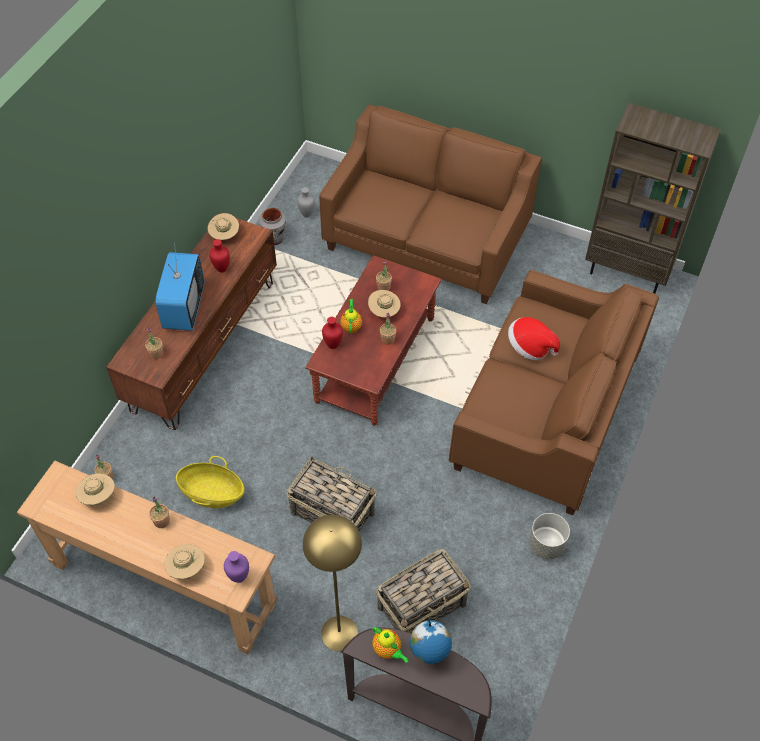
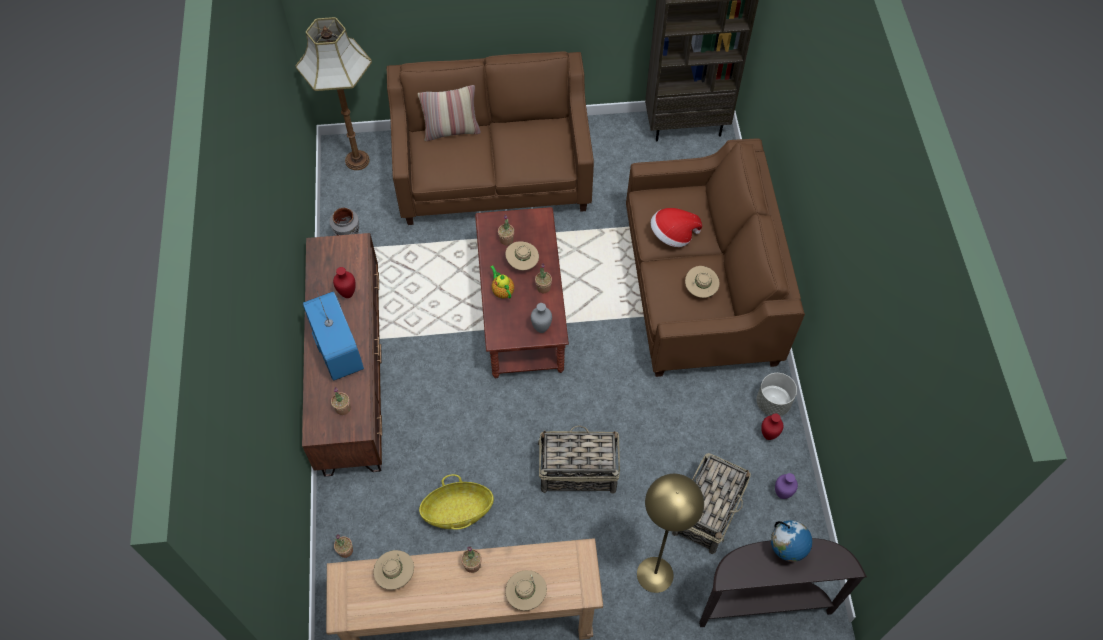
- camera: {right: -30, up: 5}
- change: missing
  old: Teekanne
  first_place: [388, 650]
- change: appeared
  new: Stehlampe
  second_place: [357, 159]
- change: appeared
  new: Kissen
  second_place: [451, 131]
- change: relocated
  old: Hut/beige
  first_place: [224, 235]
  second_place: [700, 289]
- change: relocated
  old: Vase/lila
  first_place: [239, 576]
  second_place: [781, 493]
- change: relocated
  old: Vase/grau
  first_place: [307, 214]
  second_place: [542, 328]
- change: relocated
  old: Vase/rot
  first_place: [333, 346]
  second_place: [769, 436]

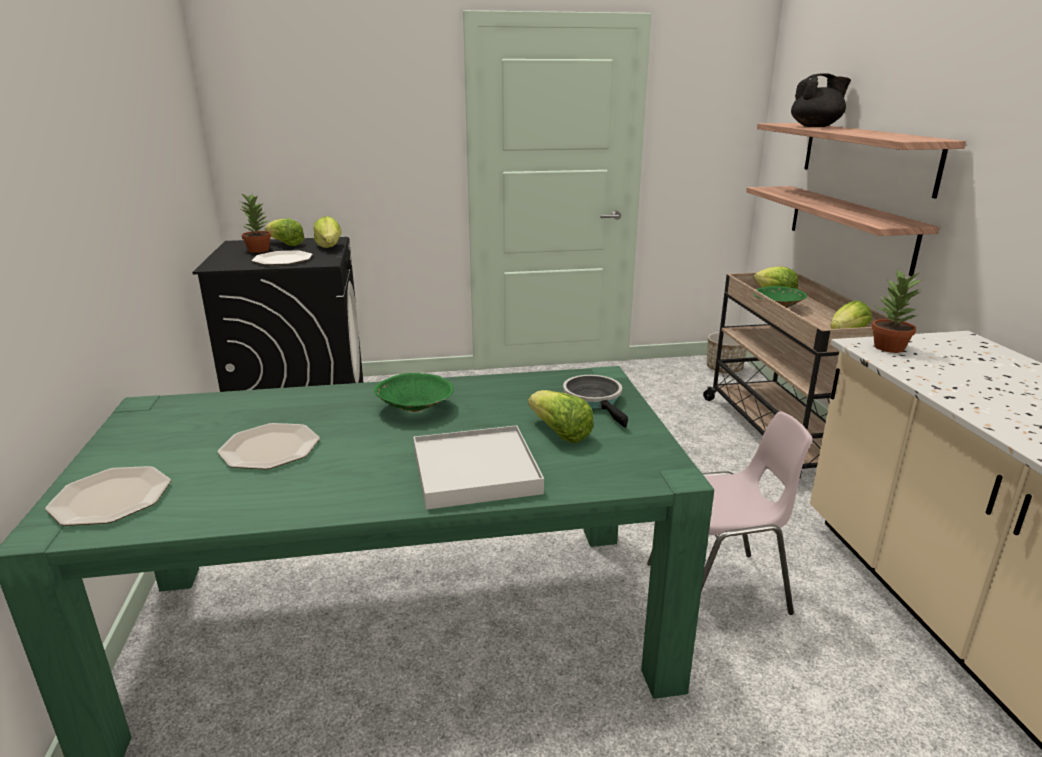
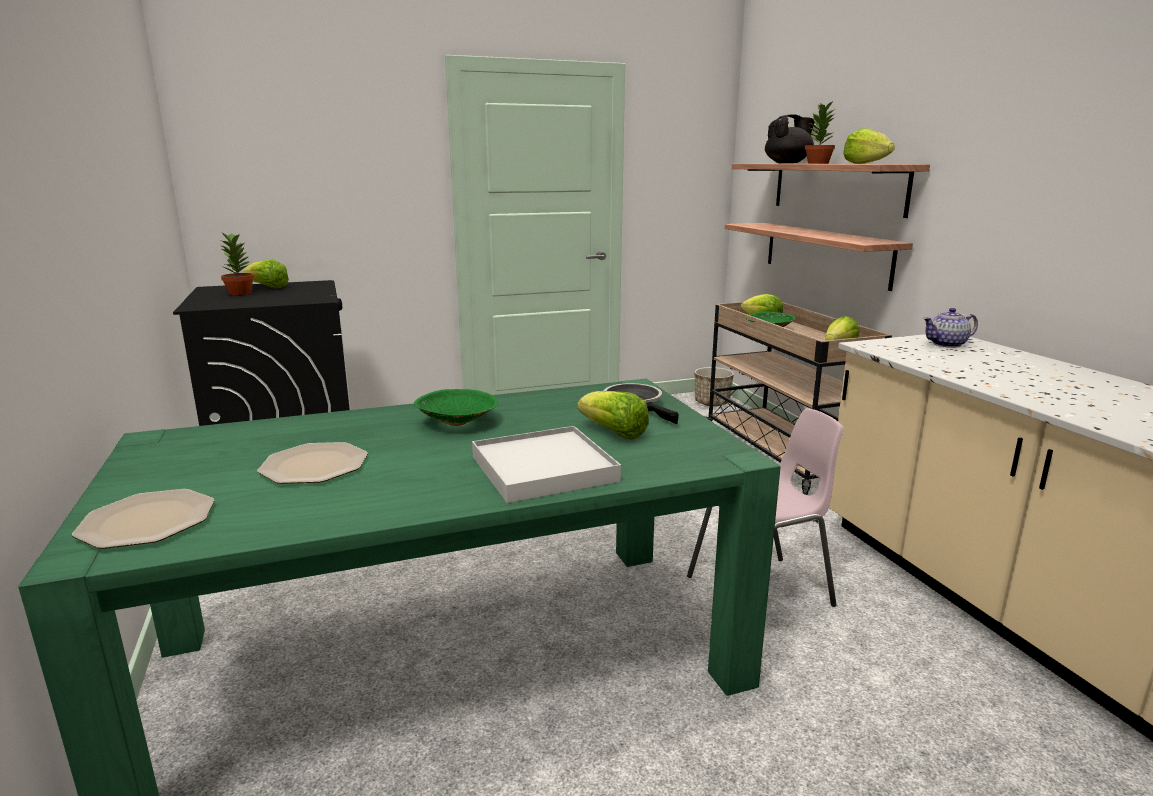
- camera: {right: -10, up: -5}
- change: missing
  old: Teller
  first_place: [282, 260]
- change: appeared
  new: Teekanne
  second_place: [947, 344]
- change: relocated
  old: Salatkopf
  first_place: [329, 247]
  second_place: [865, 163]
- change: relocated
  old: Topfpflanze
  first_place: [889, 348]
  second_place: [818, 163]

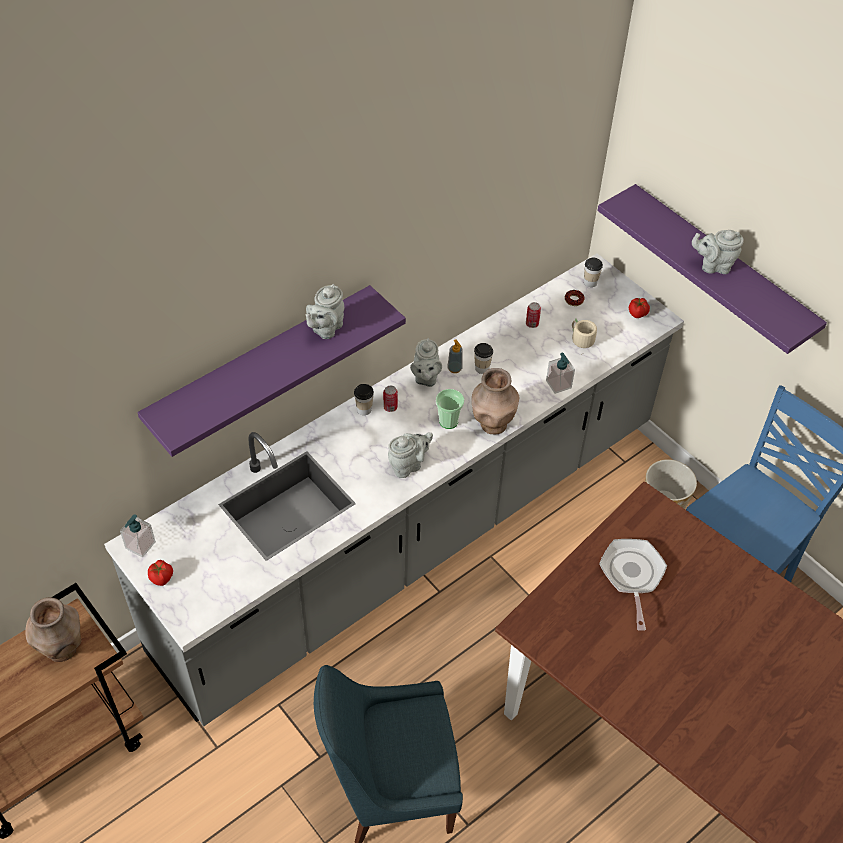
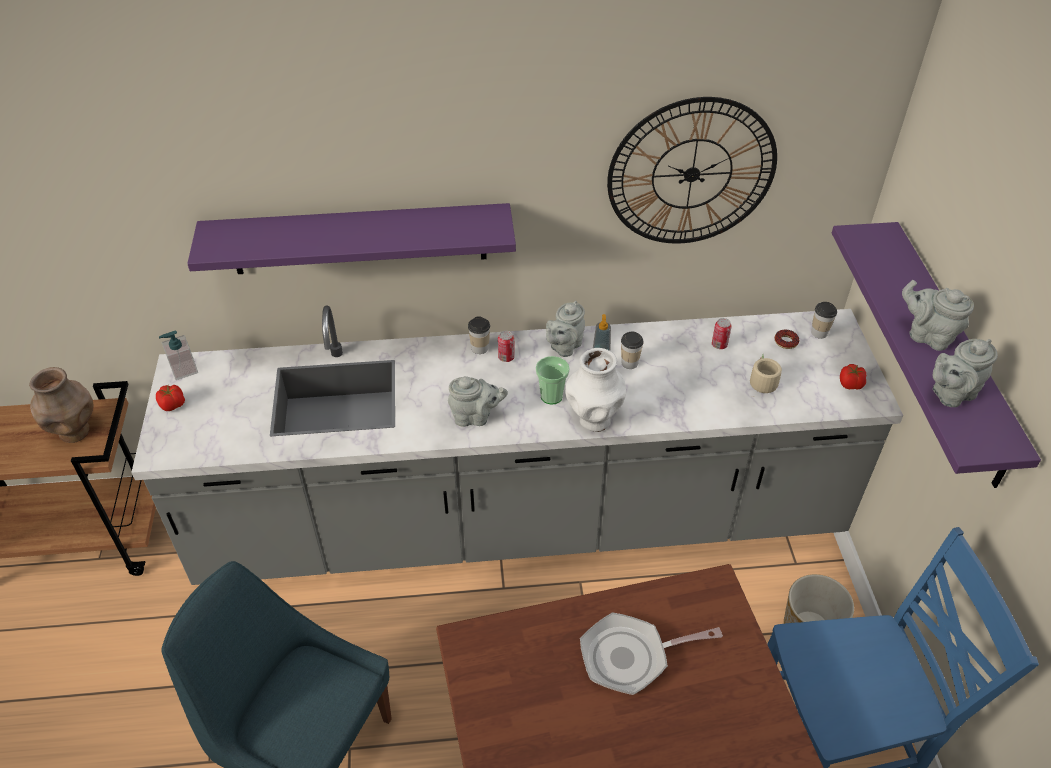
- camera: {right: 35, up: -5}
- change: missing
  old: Seifenspender
  first_place: [558, 384]
- change: appeared
  new: Wanduhr
  second_place: [691, 174]
- change: relocated
  old: Teekanne/grau
  first_place: [325, 329]
  second_place: [950, 394]
- change: colour
  old: Vase/braun
  new: Vase/weiß
  first_place: [492, 424]
  second_place: [594, 419]
- change: spun
  old: Pfanne
  first_place: [632, 576]
  second_place: [631, 657]
  degrees: -135

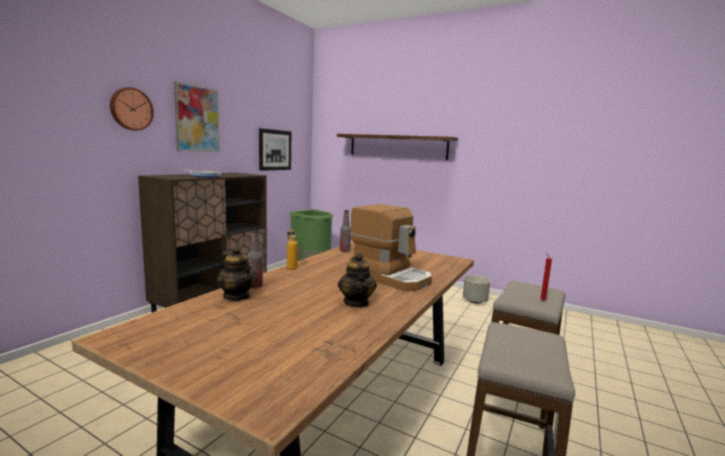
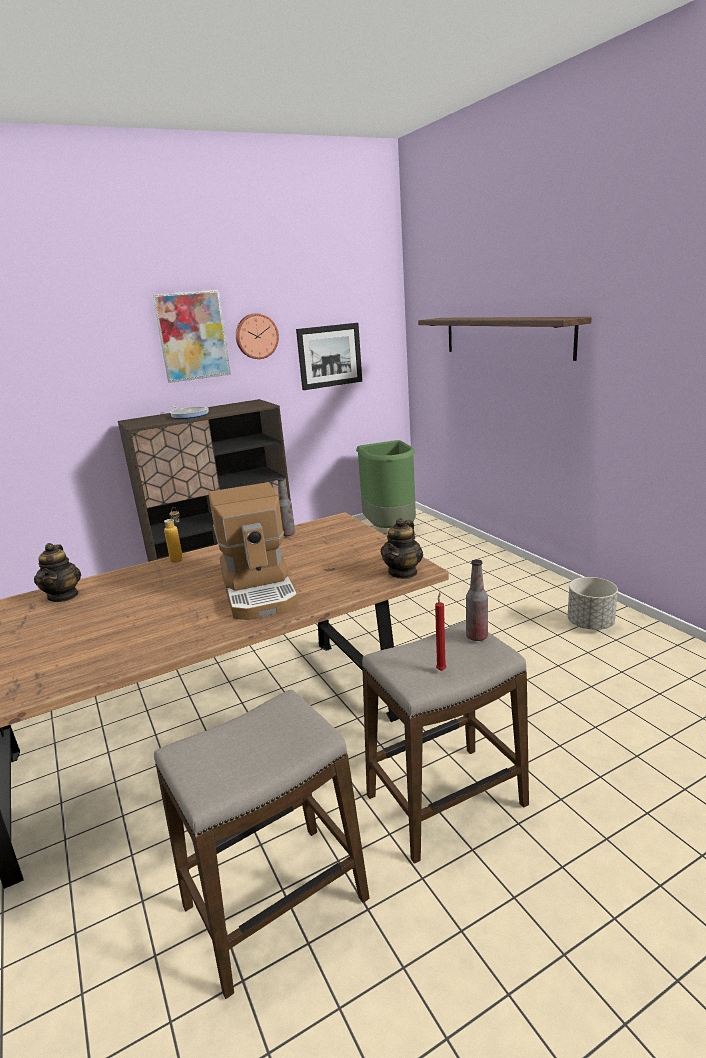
- camera: {right: 35, up: 10}
- change: relocated
  old: Wanduhr
  first_place: [131, 109]
  second_place: [256, 336]
- change: relocated
  old: Flasche
  first_place: [255, 286]
  second_place: [477, 636]
- change: relocated
  old: Teekanne
  first_place: [356, 303]
  second_place: [403, 572]

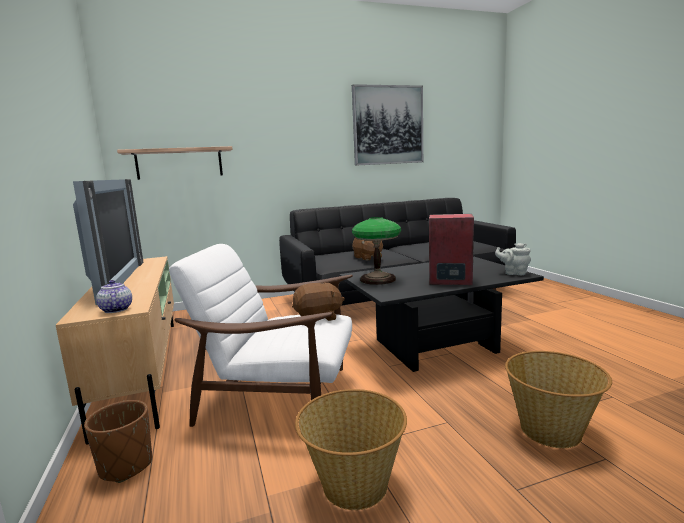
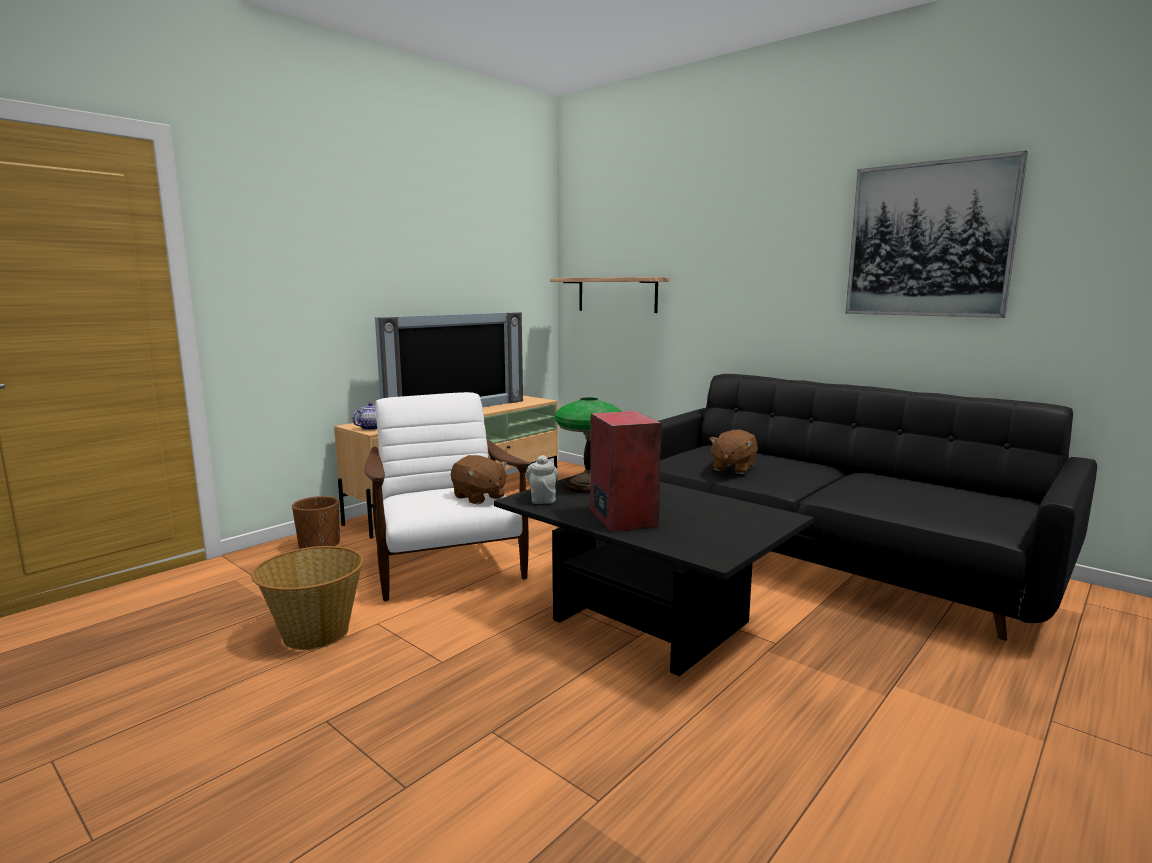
- camera: {right: 60, up: 0}
- change: missing
  old: Korb
  first_place: [552, 430]
- change: relocated
  old: Teekanne/grau
  first_place: [514, 273]
  second_place: [542, 499]

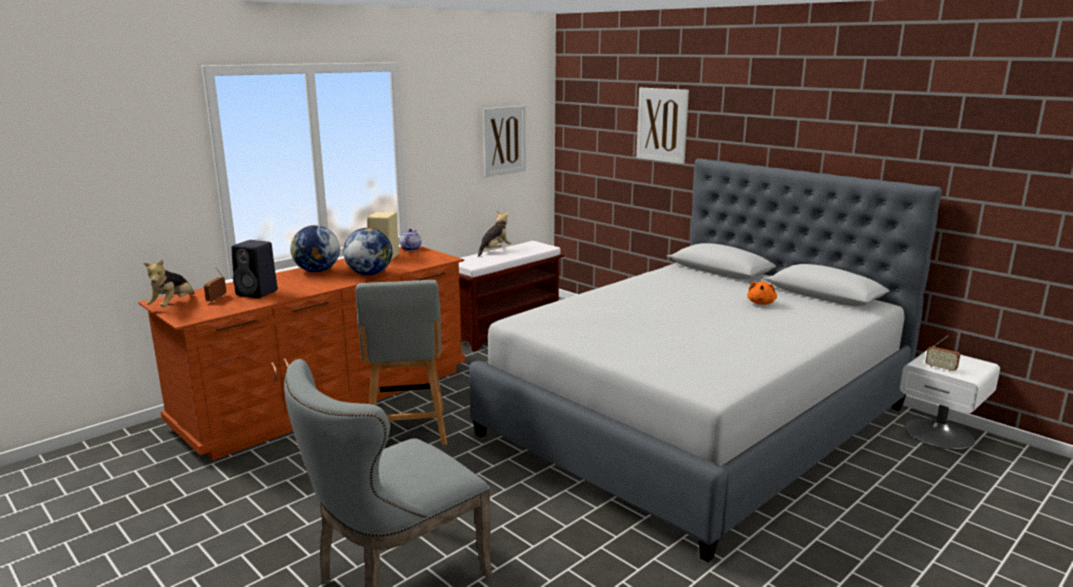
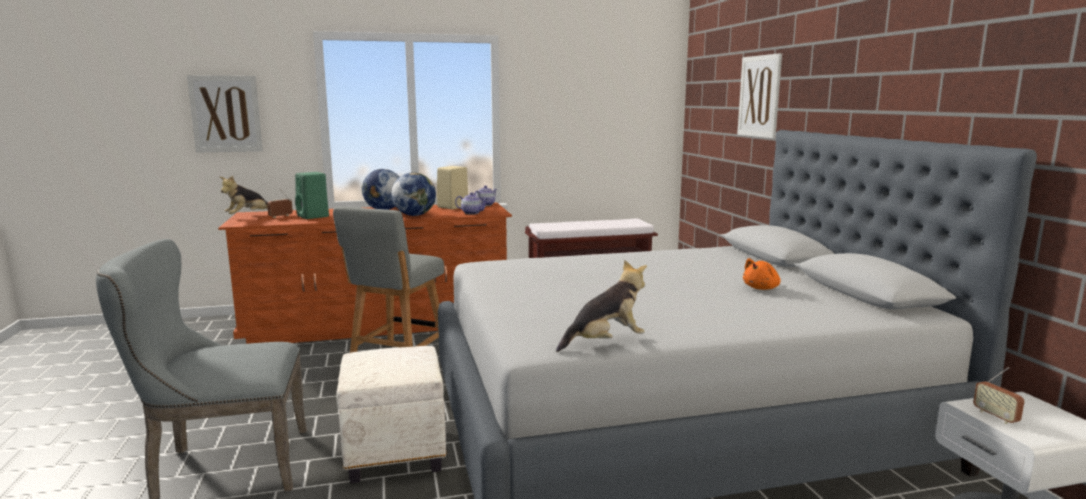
- camera: {right: 30, up: -5}
- change: appeared
  new: Polsterhocker/weiß
  second_place: [396, 453]
- change: appeared
  new: Teekanne
  second_place: [472, 213]
- change: relocated
  old: Plüschtier
  first_place: [494, 251]
  second_place: [605, 343]
- change: relocated
  old: Bild
  first_place: [504, 140]
  second_place: [226, 114]
- change: colour
  old: Lautsprecher/schwarz
  new: Lautsprecher/grün
  first_place: [258, 293]
  second_place: [313, 216]

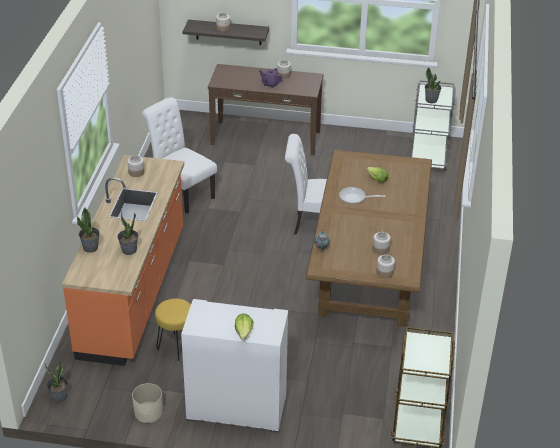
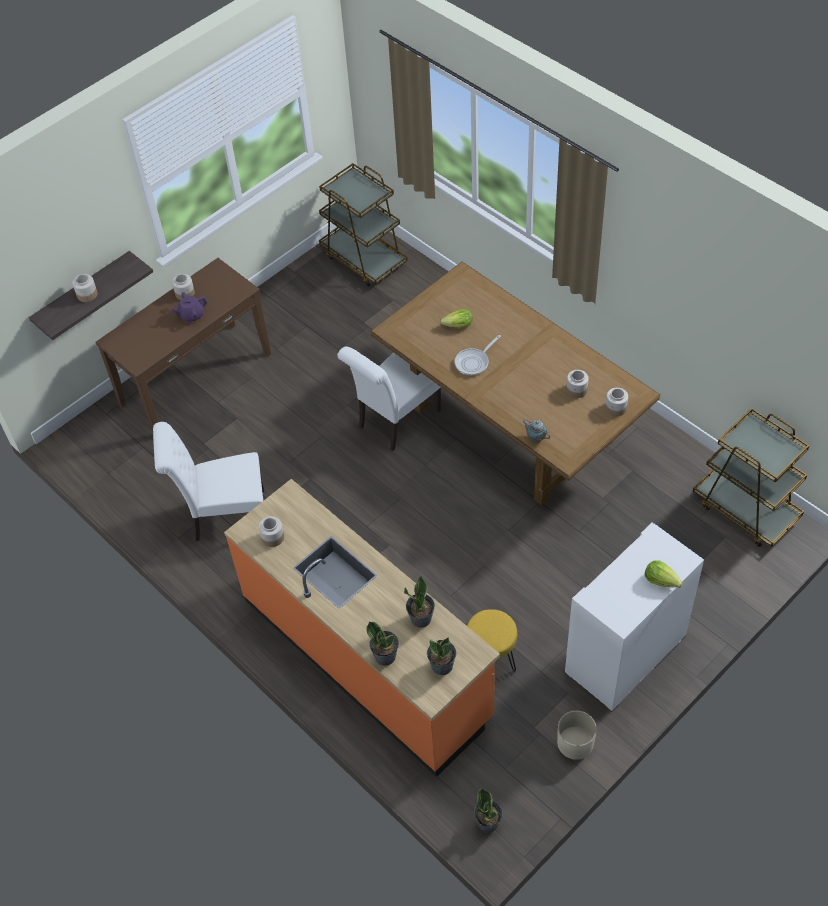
- camera: {right: -50, up: 15}
- change: relocated
  old: Topfpflanze
  first_place: [431, 100]
  second_place: [442, 665]
- change: colour
  old: Rollwagen/grau
  new: Rollwagen/braun
  first_place: [428, 155]
  second_place: [364, 259]

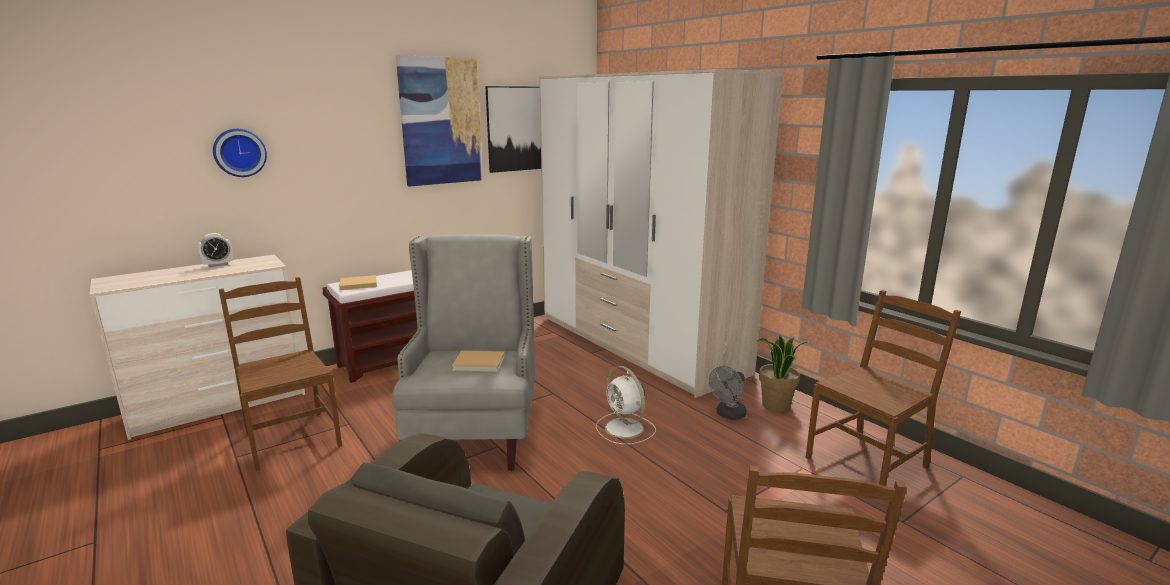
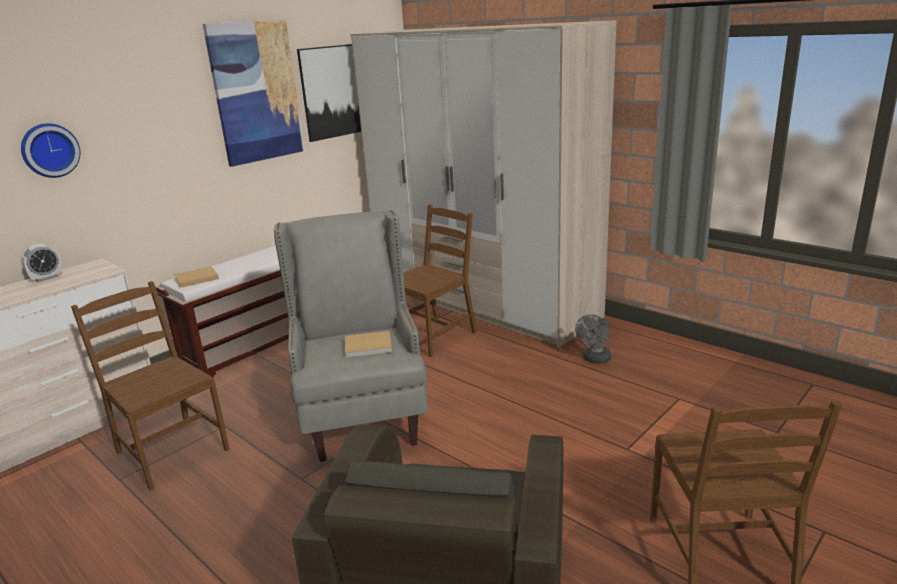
- camera: {right: -10, up: 5}
- change: missing
  old: Ventilator/weiß
  first_place: [625, 429]
- change: missing
  old: Topfpflanze
  first_place: [776, 406]
- change: relocated
  old: Stuhl/braun
  first_place: [867, 462]
  second_place: [433, 335]

